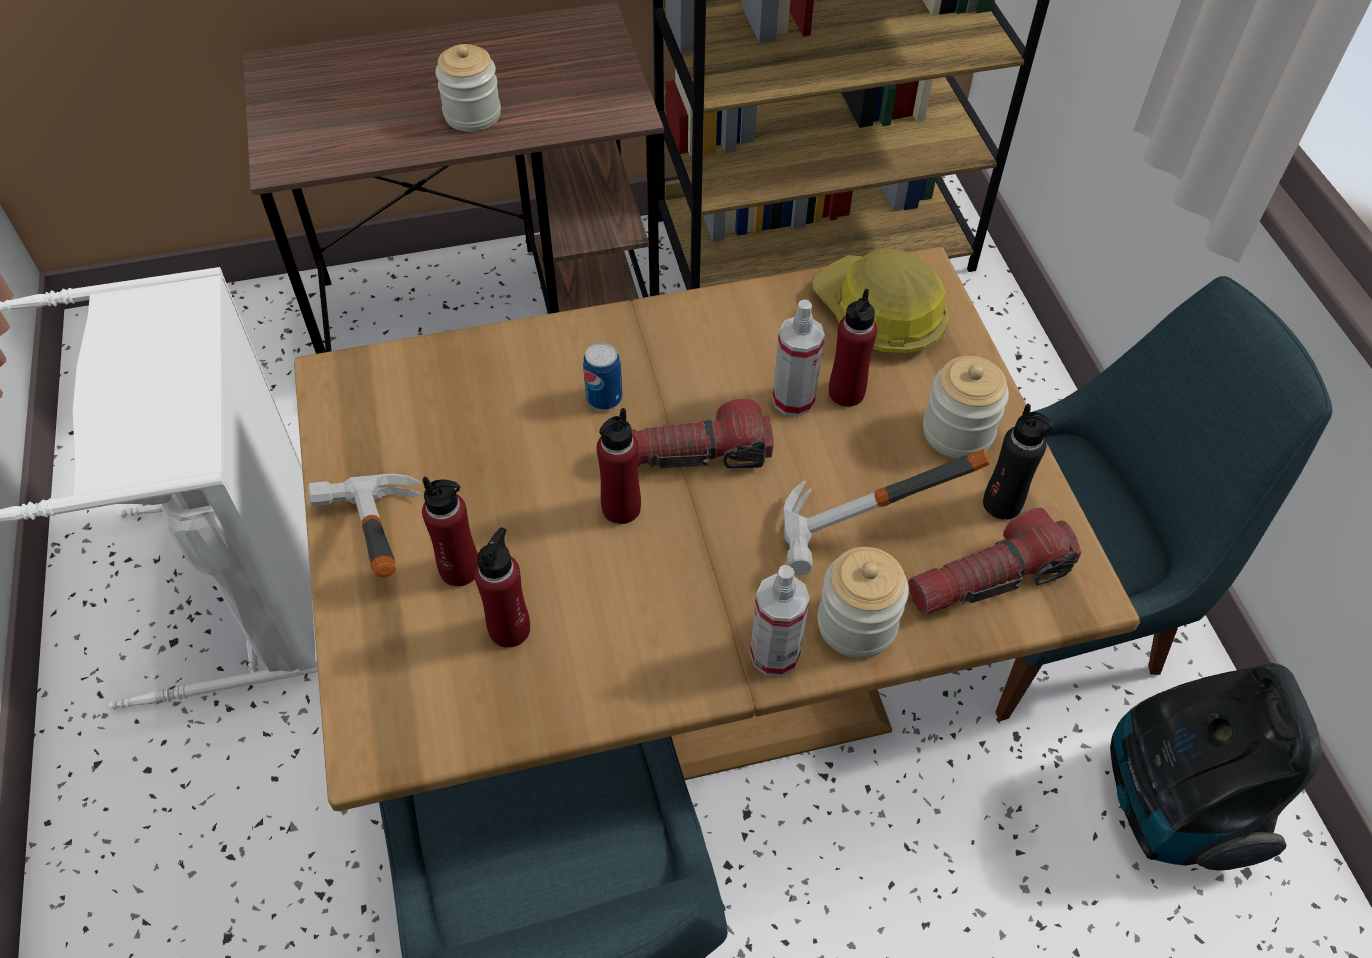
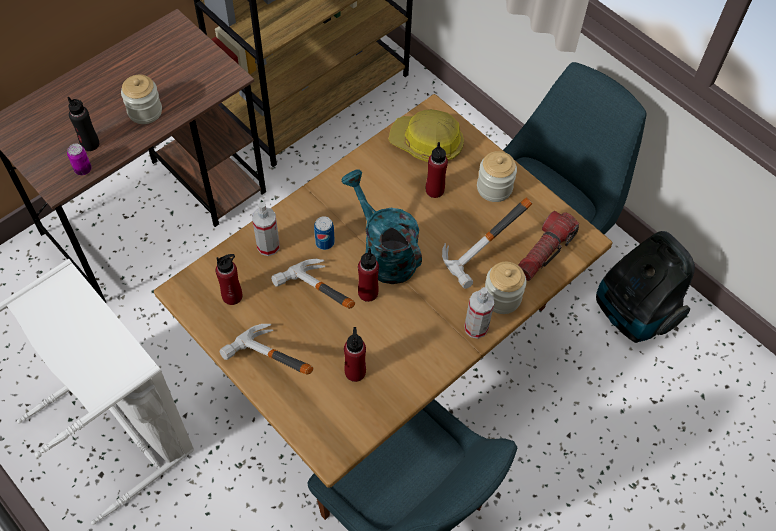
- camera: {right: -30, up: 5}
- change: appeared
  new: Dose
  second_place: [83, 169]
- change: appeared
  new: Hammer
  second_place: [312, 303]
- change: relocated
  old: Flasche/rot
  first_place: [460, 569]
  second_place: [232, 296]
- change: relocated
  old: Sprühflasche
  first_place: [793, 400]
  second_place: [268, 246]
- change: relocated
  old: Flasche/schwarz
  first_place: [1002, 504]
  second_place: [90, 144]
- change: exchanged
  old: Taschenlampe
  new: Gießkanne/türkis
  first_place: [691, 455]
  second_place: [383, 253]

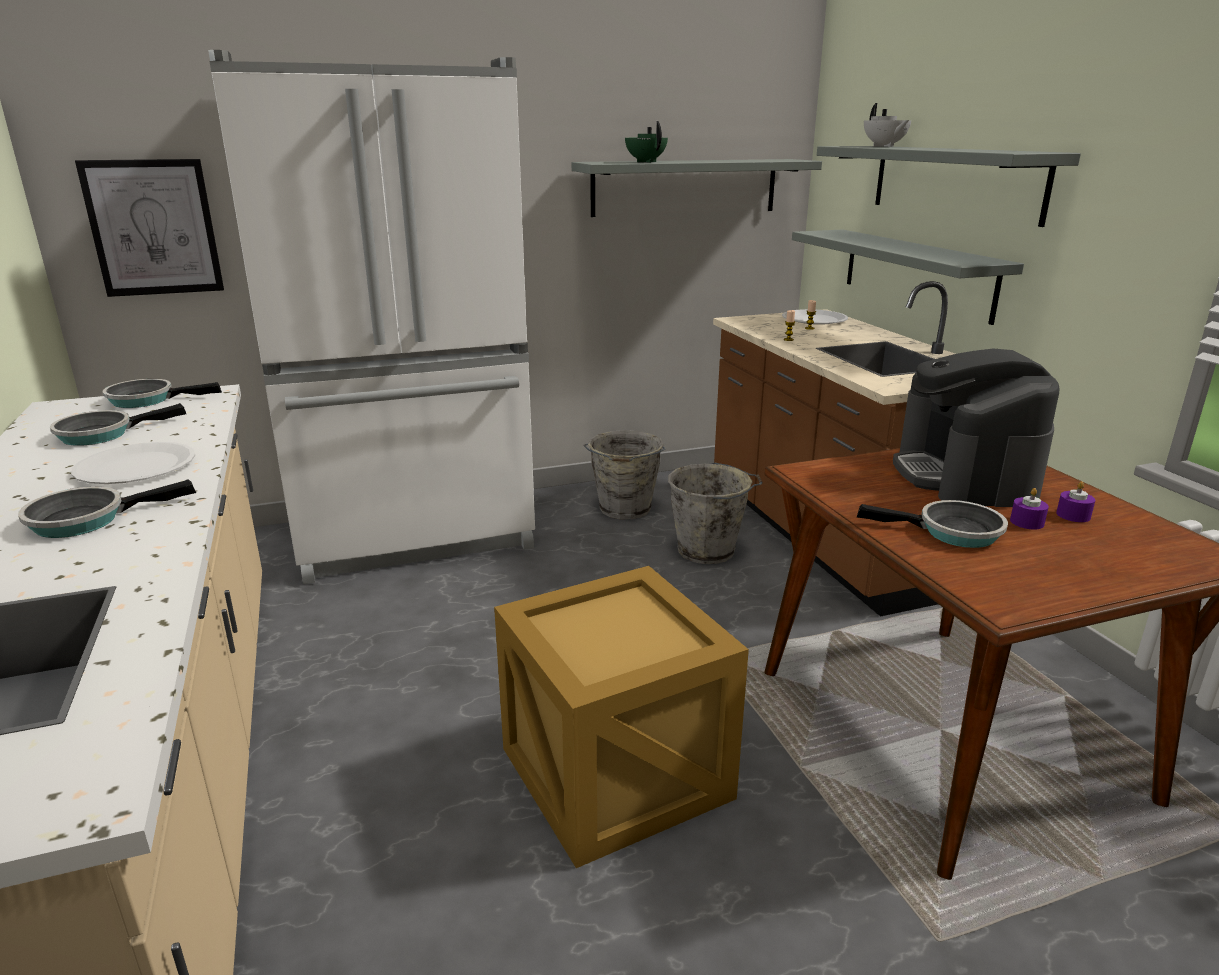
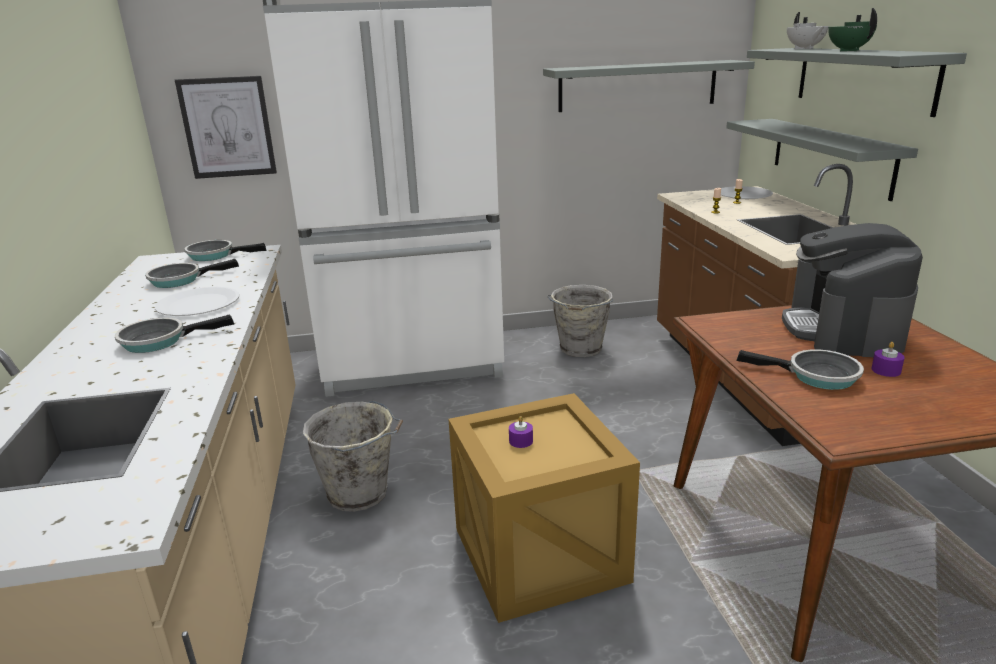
- camera: {right: 10, up: 0}
- change: relocated
  old: Teekanne/grün
  first_place: [646, 162]
  second_place: [848, 50]
- change: relocated
  old: Eimer/grau
  first_place: [709, 551]
  second_place: [360, 493]
- change: relocated
  old: Kerze/lila
  first_place: [1073, 515]
  second_place: [521, 441]

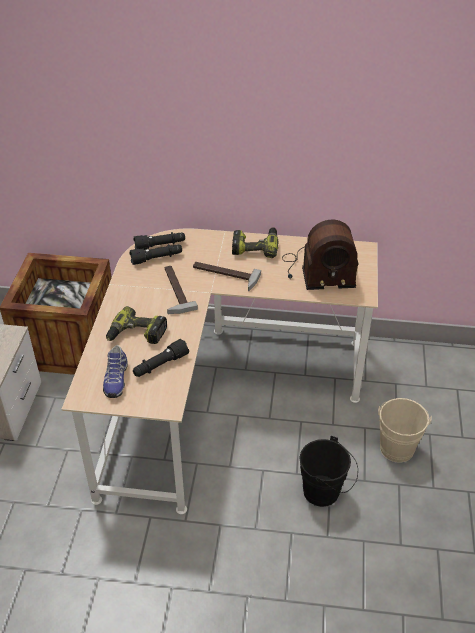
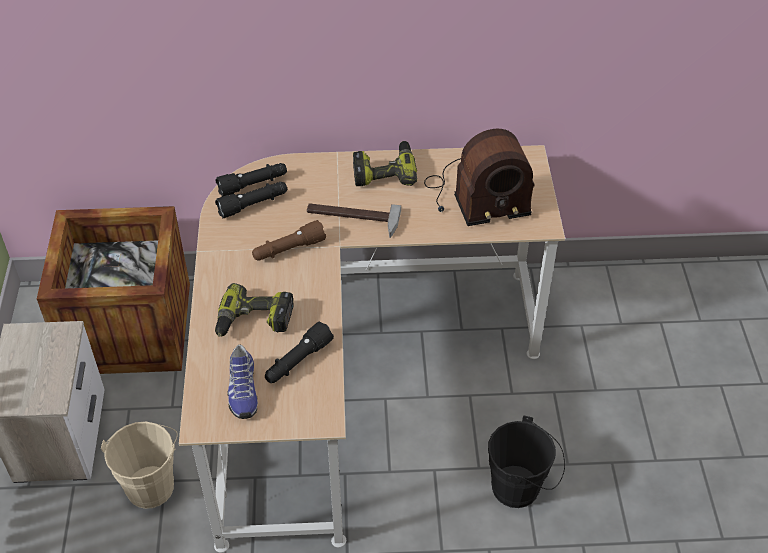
- camera: {right: -10, up: 5}
- change: relocated
  old: Eimer/beige
  first_place: [397, 445]
  second_place: [151, 483]
- change: exchanged
  old: Hammer
  new: Taschenlampe/braun
  first_place: [173, 290]
  second_place: [288, 250]

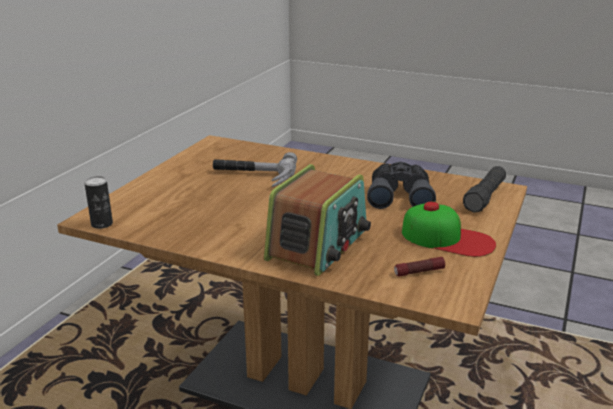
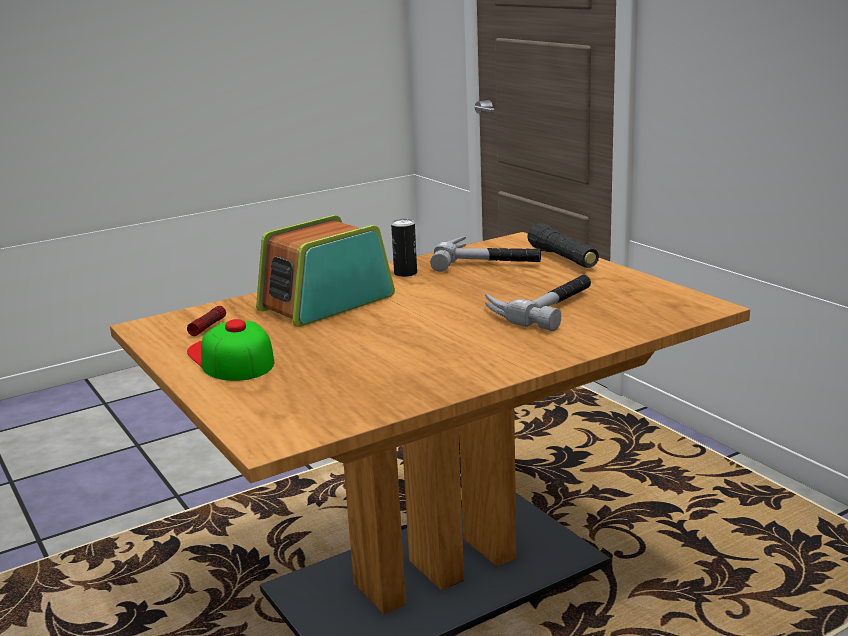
- camera: {right: 125, up: -5}
- change: missing
  old: Fernglas/grau
  first_place: [399, 196]
- change: appeared
  new: Hammer
  second_place: [489, 261]
- change: relocated
  old: Dose
  first_place: [102, 224]
  second_place: [405, 273]
- change: relocated
  old: Taschenlampe/schwarz
  first_place: [485, 197]
  second_place: [563, 258]
- change: spun
  old: Radio
  first_place: [318, 245]
  second_place: [325, 303]
  degrees: 75
- change: spun
  old: Kappe
  first_place: [448, 238]
  second_place: [230, 357]
  degrees: 90

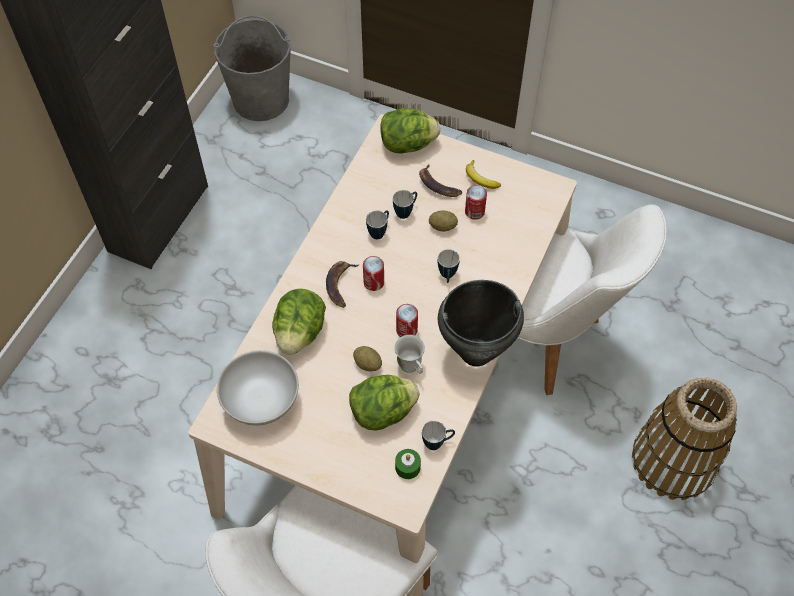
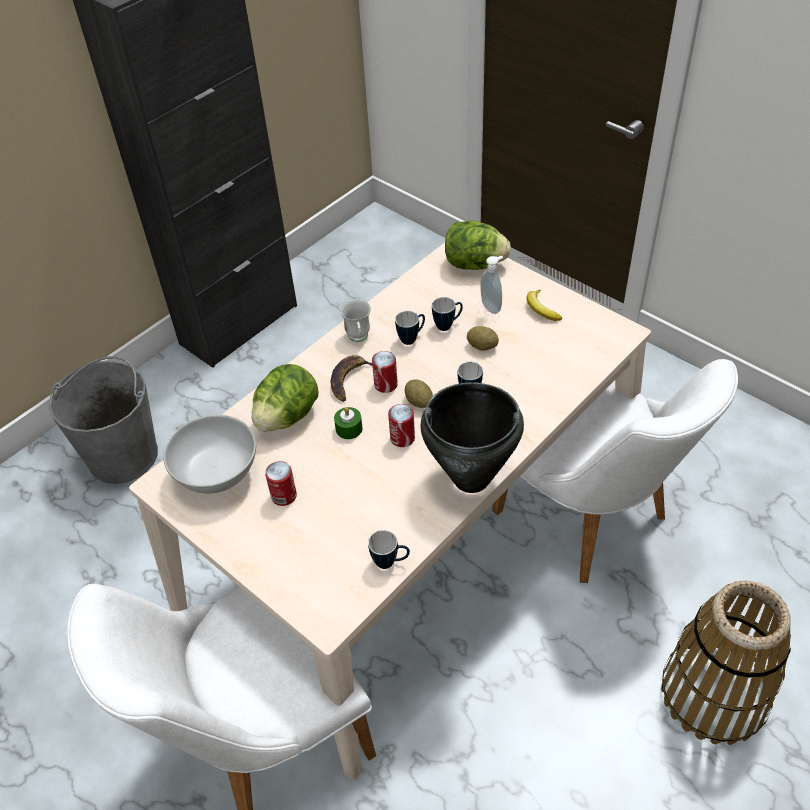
- camera: {right: 20, up: -10}
- change: missing
  old: Salatkopf
  first_place: [382, 411]
- change: relocated
  old: Eimer/grau
  first_place: [261, 99]
  second_place: [123, 455]
- change: relocated
  old: Kartoffel
  first_place: [367, 364]
  second_place: [419, 401]
- change: relocated
  old: Henkelbecher/weiß
  first_place: [411, 368]
  second_place: [359, 339]
- change: relocated
  old: Kerze/grün
  first_place: [407, 467]
  second_place: [349, 428]
- change: relocated
  old: Dose
  first_place: [474, 212]
  second_place: [284, 496]
- change: exchanged
  old: Banane
  new: Seifenspender
  first_place: [437, 185]
  second_place: [492, 306]

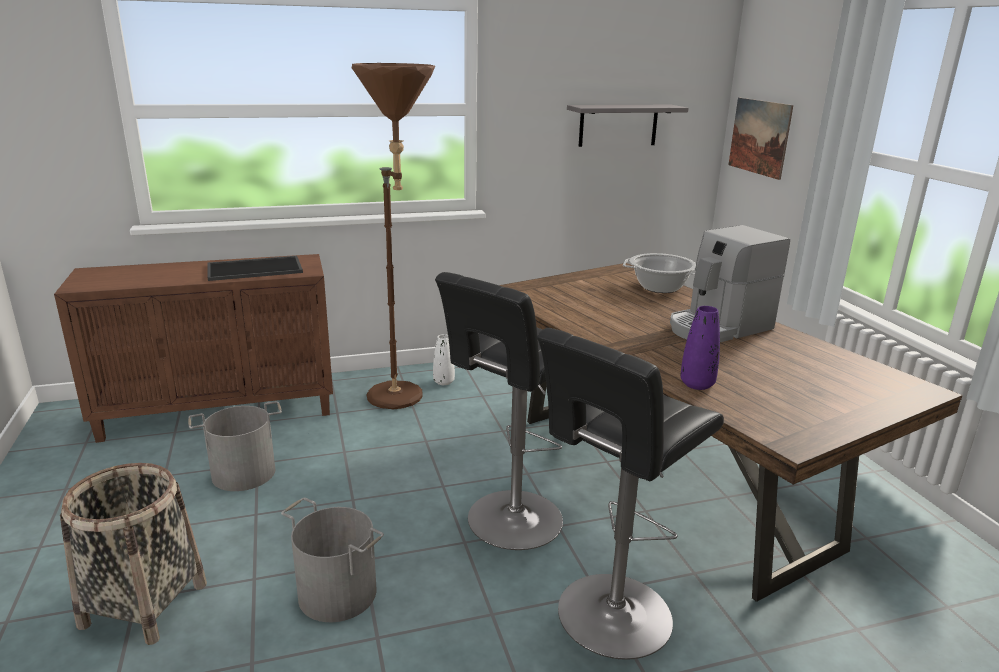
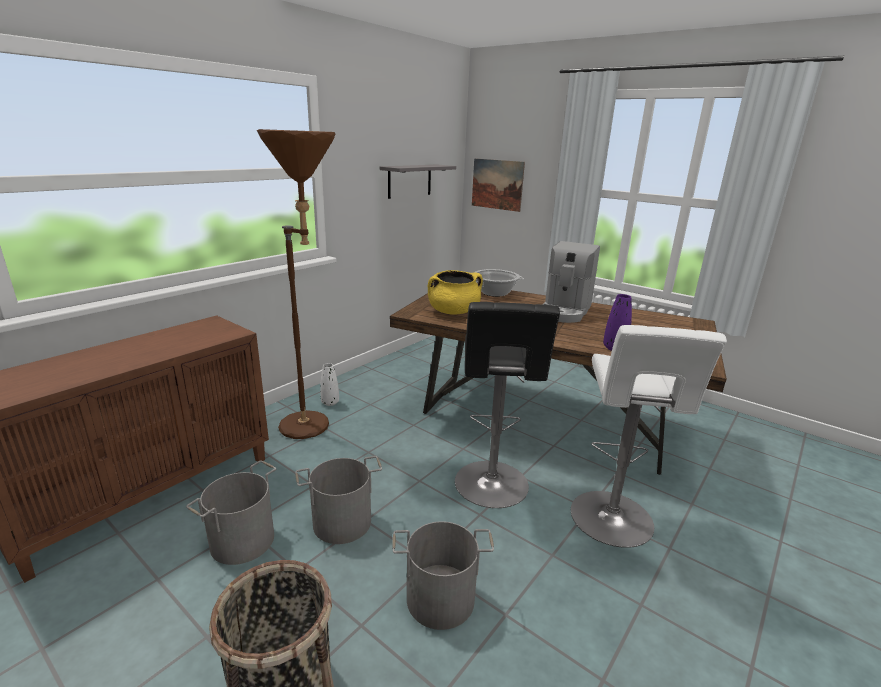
- camera: {right: -35, up: 0}
- change: missing
  old: Tablett
  first_place: [255, 268]
- change: appeared
  new: Eimer/grau
  second_place: [342, 521]
- change: appeared
  new: Kochtopf/gelb
  second_place: [453, 312]
- change: colour
  old: Hocker/schwarz
  new: Hocker/weiß
  first_place: [609, 619]
  second_place: [612, 522]

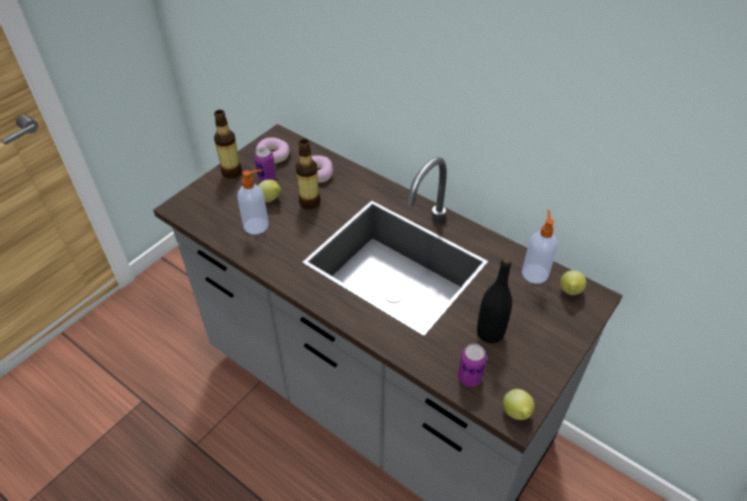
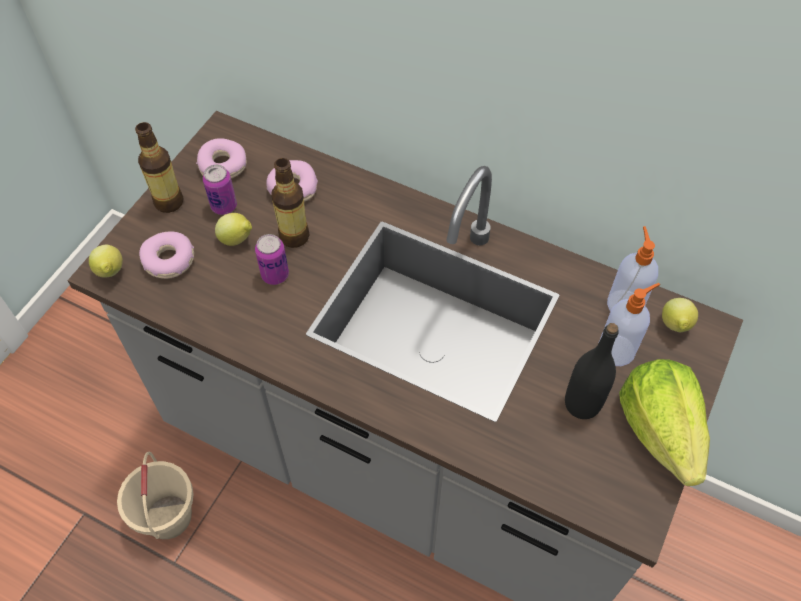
- camera: {right: -10, up: 10}
- change: appeared
  new: Eimer/beige
  second_place: [169, 517]
- change: appeared
  new: Donut
  second_place: [169, 261]
- change: appeared
  new: Salatkopf
  second_place: [660, 431]
- change: relocated
  old: Seifenspender
  first_place: [257, 225]
  second_place: [617, 349]
- change: relocated
  old: Dose
  first_place: [469, 377]
  second_place: [275, 275]
- change: relocated
  old: Zitrone
  first_place: [516, 414]
  second_place: [111, 273]

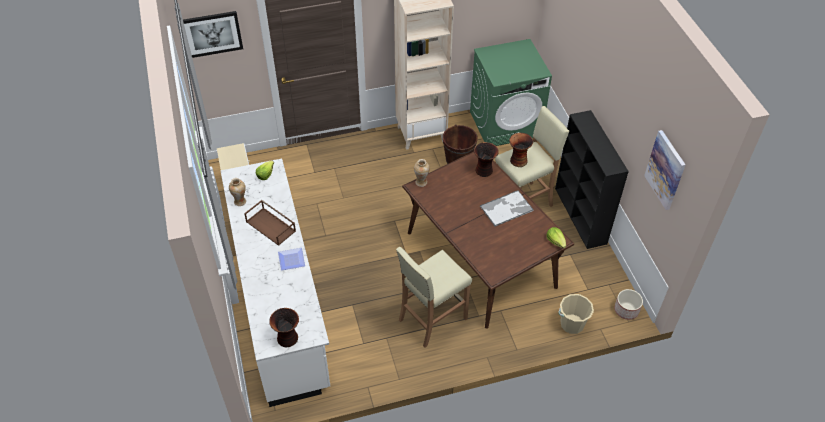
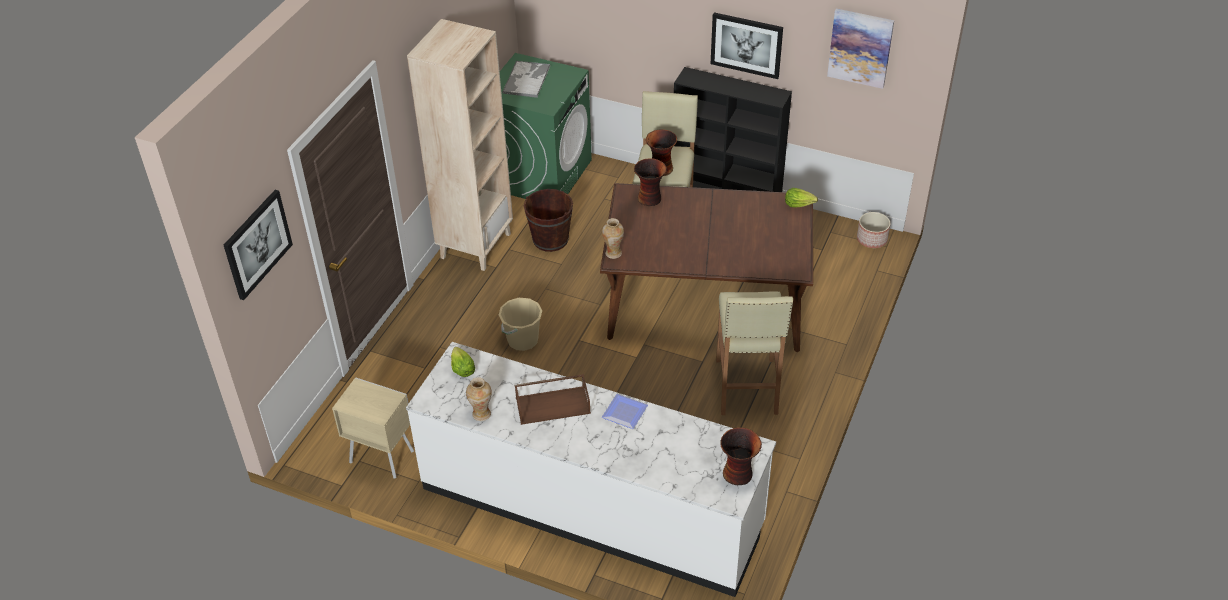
- camera: {right: -50, up: -5}
- change: appeared
  new: Bild
  second_place: [746, 45]
- change: relocated
  old: Tablett
  first_place: [507, 208]
  second_place: [526, 79]
- change: relocated
  old: Eimer/beige
  first_place: [572, 324]
  second_place: [522, 340]

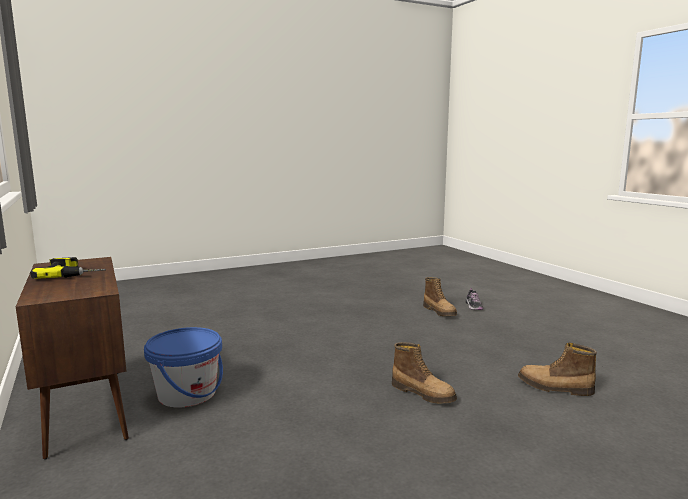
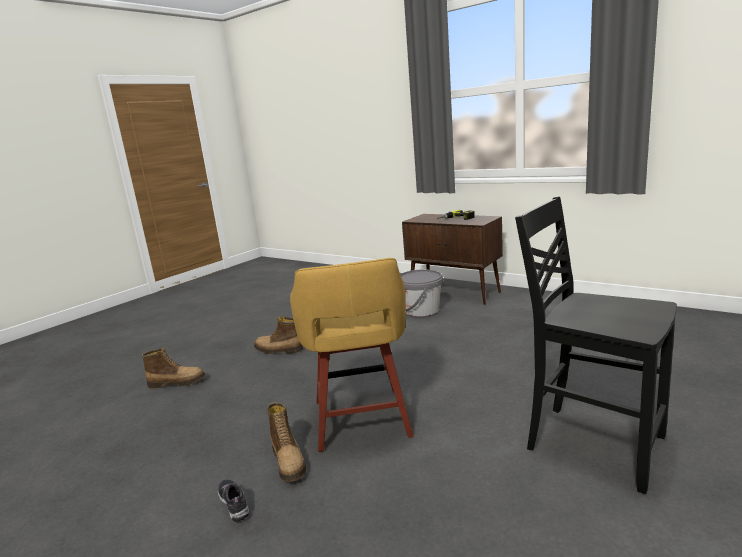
- camera: {right: 155, up: 5}
- change: appeared
  new: Hocker/gelb
  second_place: [361, 420]
- change: appeared
  new: Stuhl/schwarz
  second_place: [592, 443]
- change: colour
  old: Eimer/blau
  new: Eimer/grau
  first_place: [187, 393]
  second_place: [421, 310]
- change: spun
  old: Stiefel
  first_place: [440, 312]
  second_place: [289, 461]
  degrees: -150

